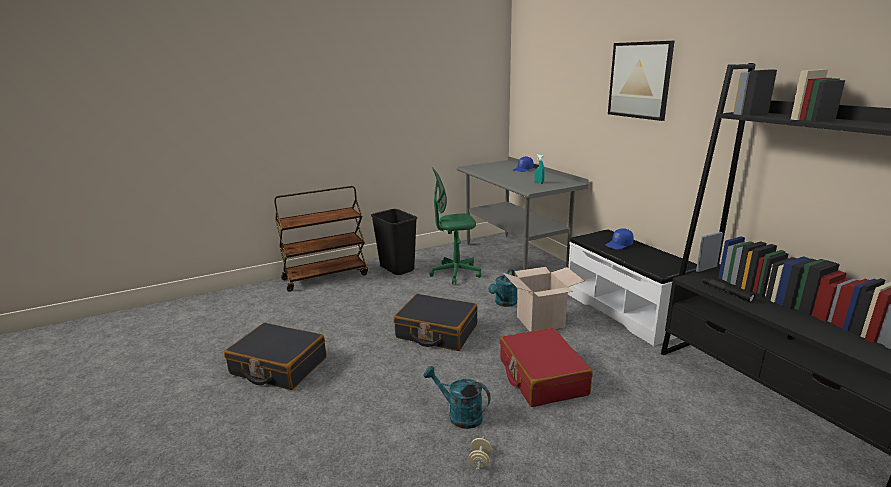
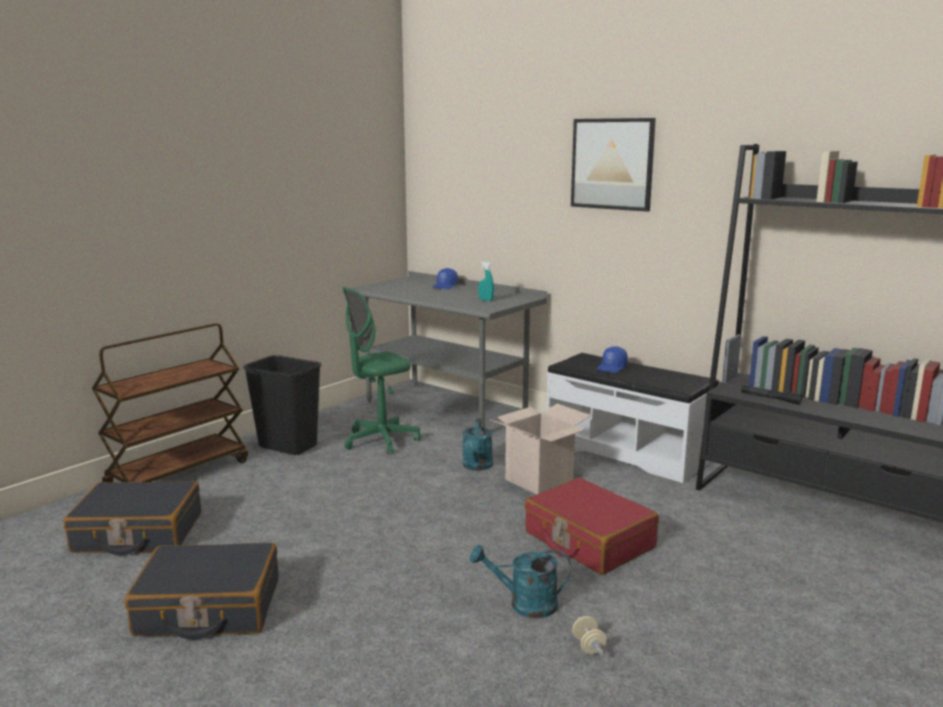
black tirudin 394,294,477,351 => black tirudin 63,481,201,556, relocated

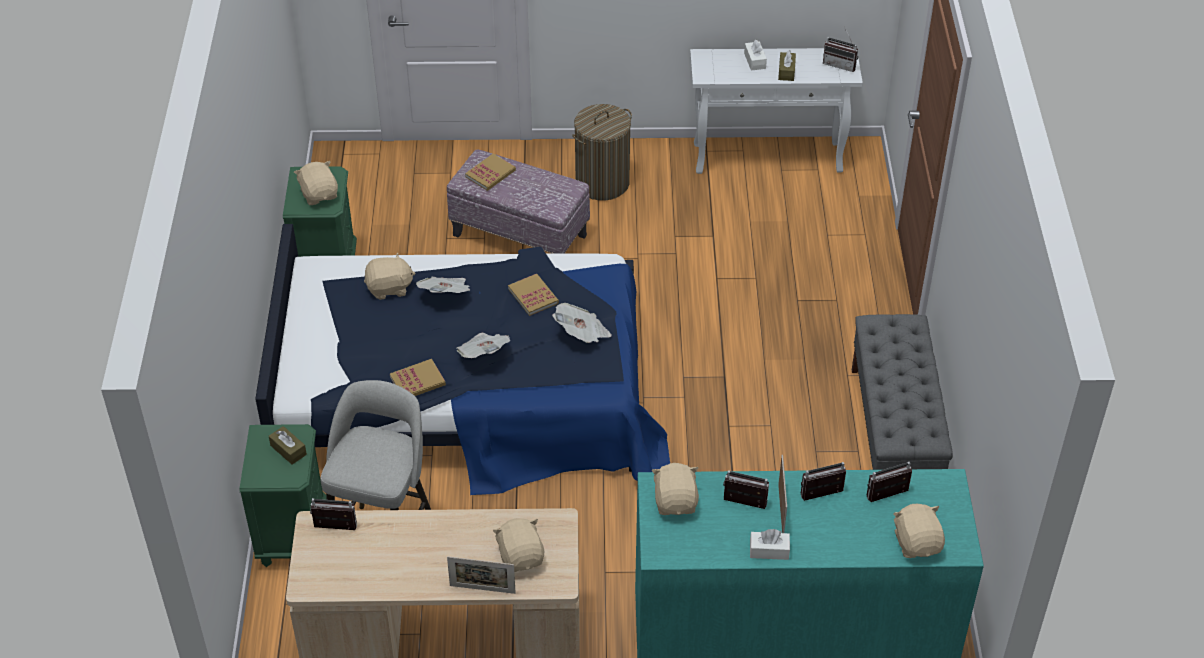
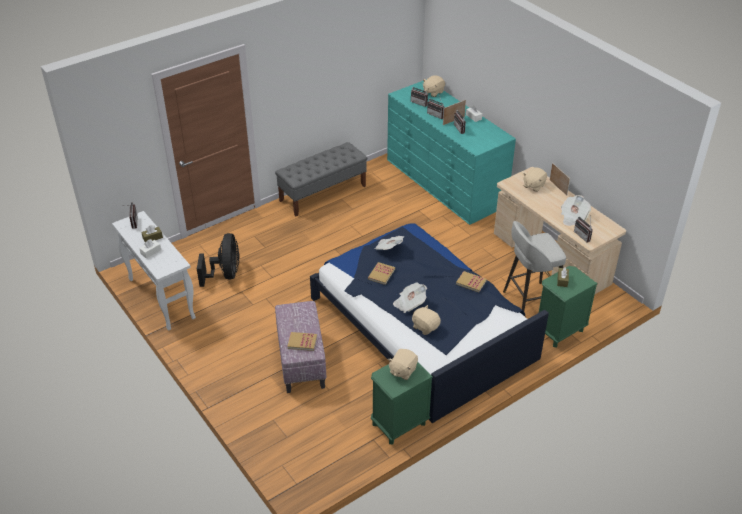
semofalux 572,104,632,200 => nothing
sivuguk 456,333,511,358 => sivuguk 561,195,591,226, relocated
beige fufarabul 651,463,699,515 => nothing
nothing => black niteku 197,233,240,287

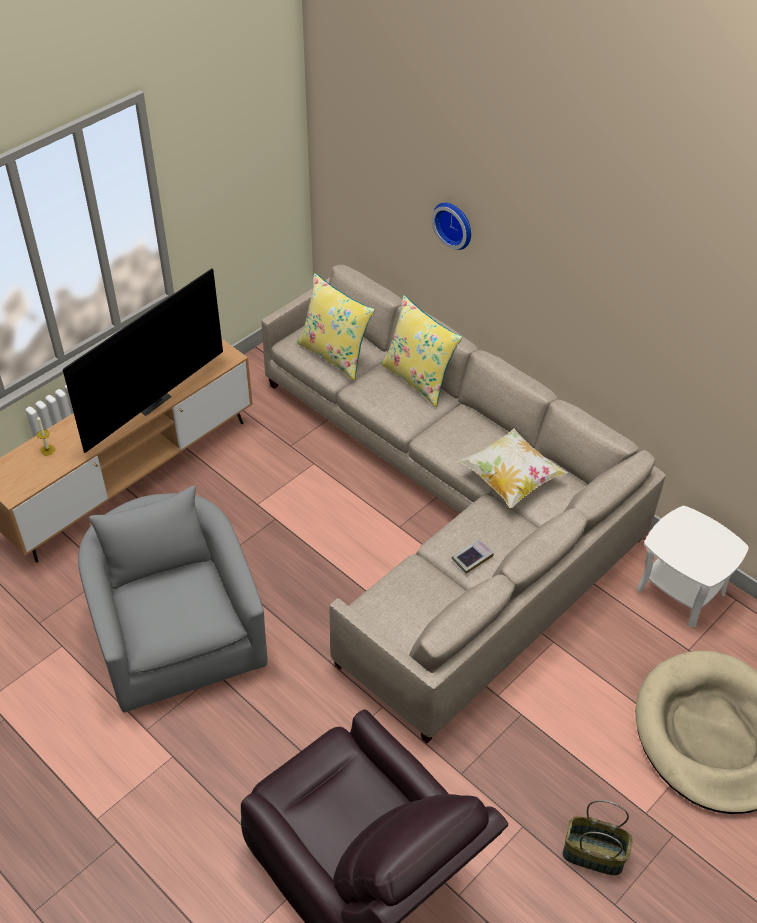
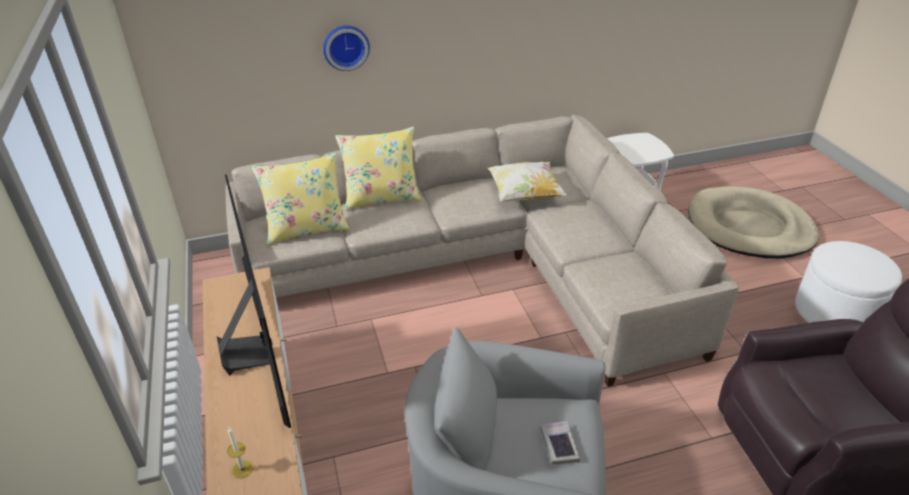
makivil 452,539,494,574 => makivil 540,421,580,465, relocated
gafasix 563,800,633,875 => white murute 795,241,902,323

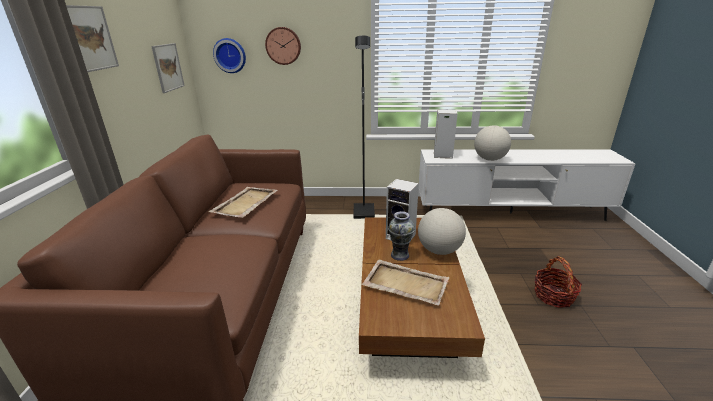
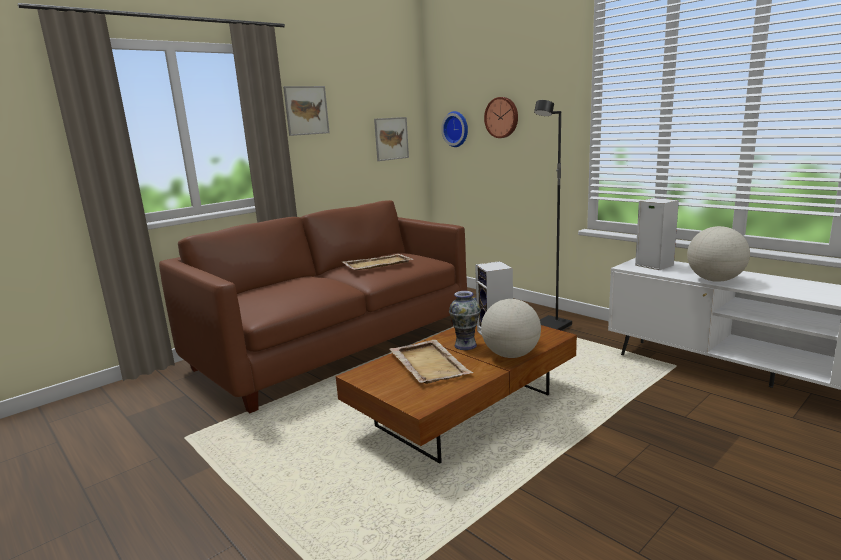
gafasix 534,256,582,308 => nothing

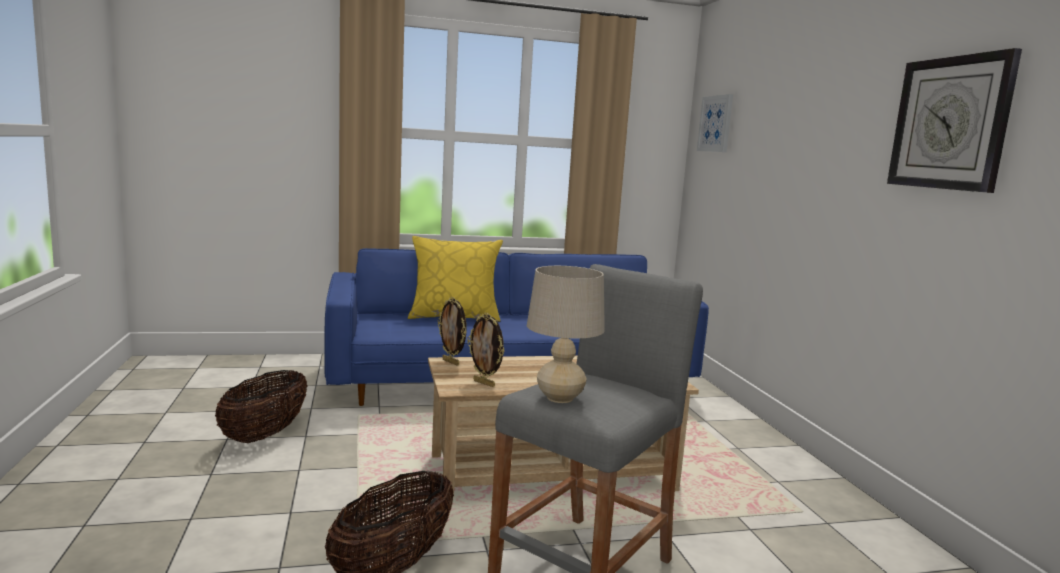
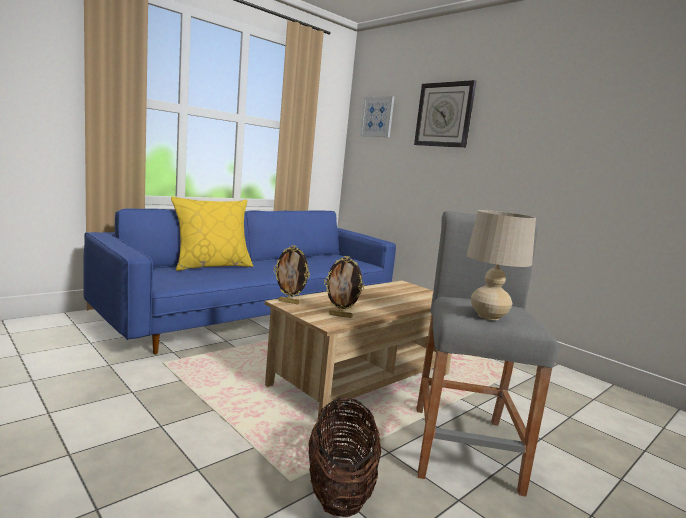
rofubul 887,48,1022,193 => rofubul 414,80,476,148, relocated
gafasix 215,370,307,443 => nothing

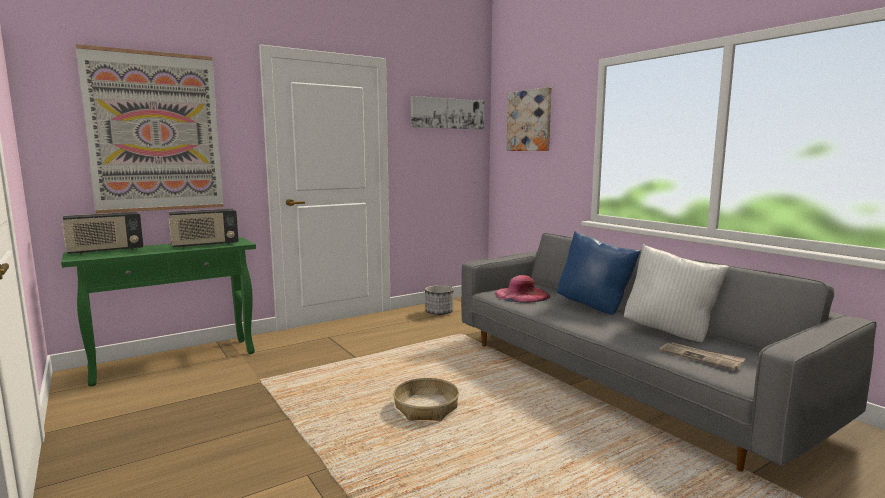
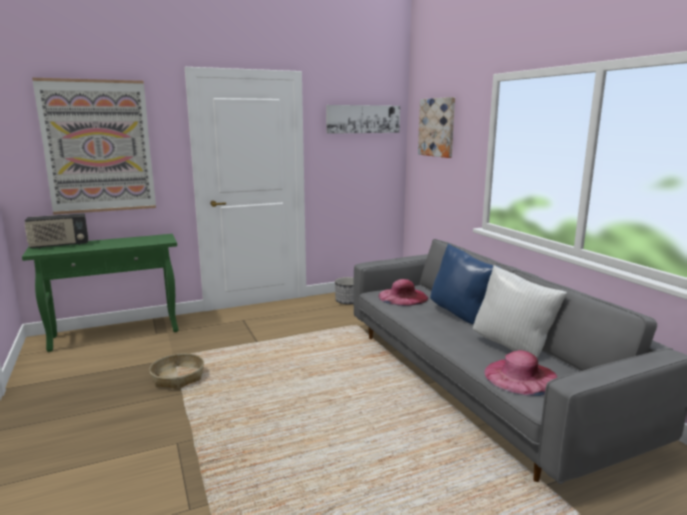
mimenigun 169,209,239,248 => nothing
sivuguk 659,343,746,370 => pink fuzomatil 484,350,557,396
gafasix 393,378,459,421 => gafasix 149,353,204,390, relocated

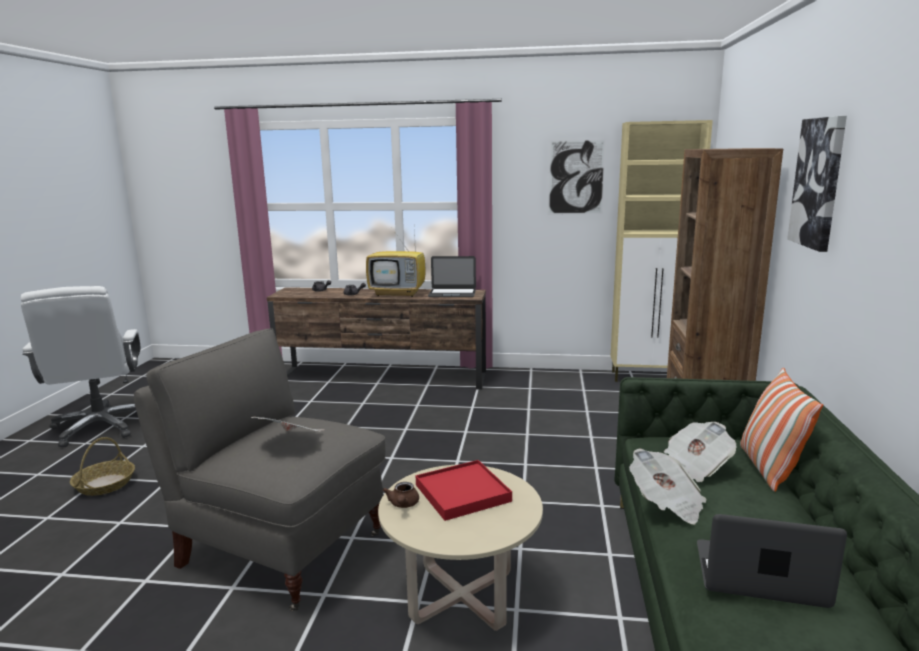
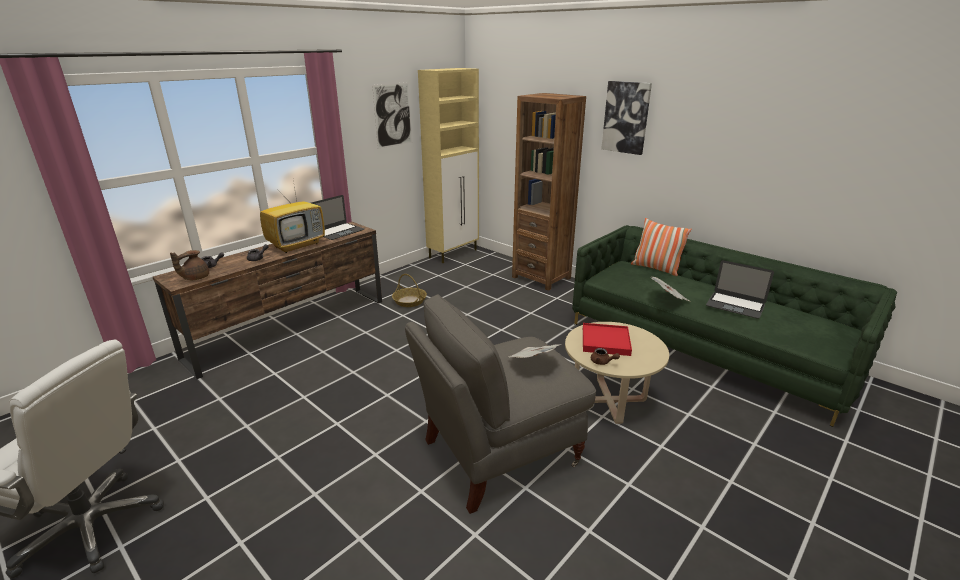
sivuguk 664,422,737,482 => nothing
gafasix 70,437,135,496 => gafasix 392,274,427,307, relocated
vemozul 697,514,847,608 => vemozul 706,260,774,319, 105 degrees counterclockwise
nothing => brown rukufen 170,250,209,280

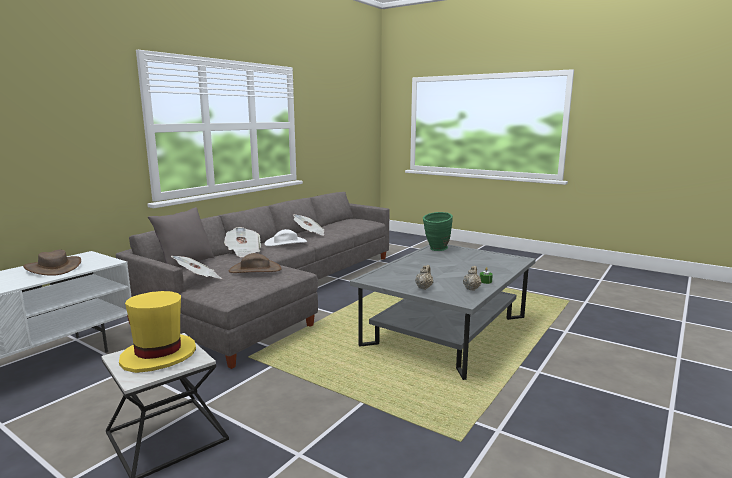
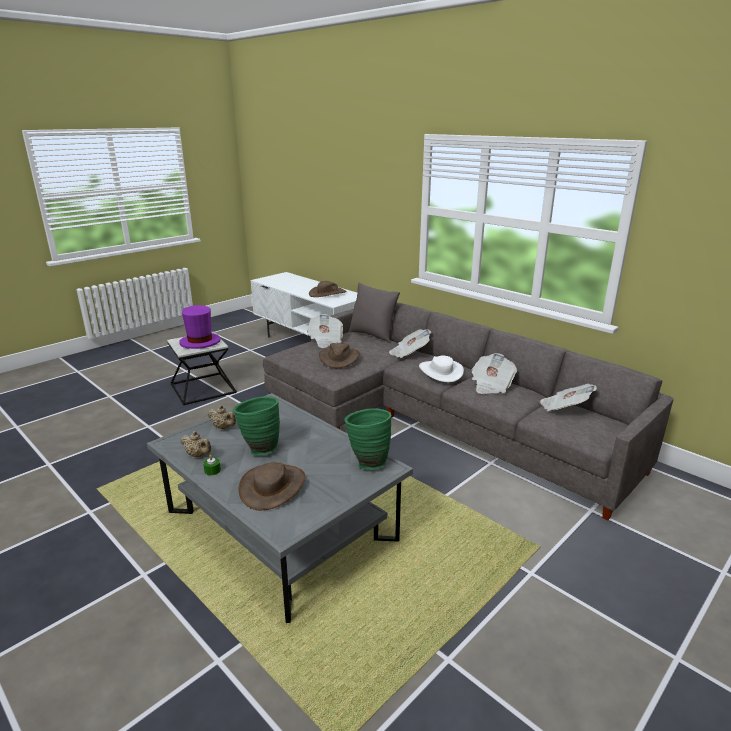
yellow fuzomatil 119,291,196,373 => purple fuzomatil 179,305,220,349
nothing => sivuguk 540,384,597,412
nothing => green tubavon 233,396,280,456
nothing => brown fuzomatil 239,462,305,511

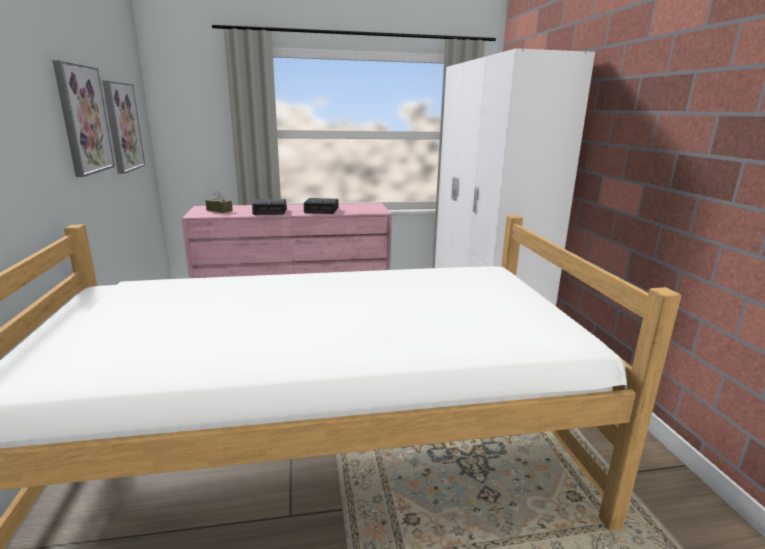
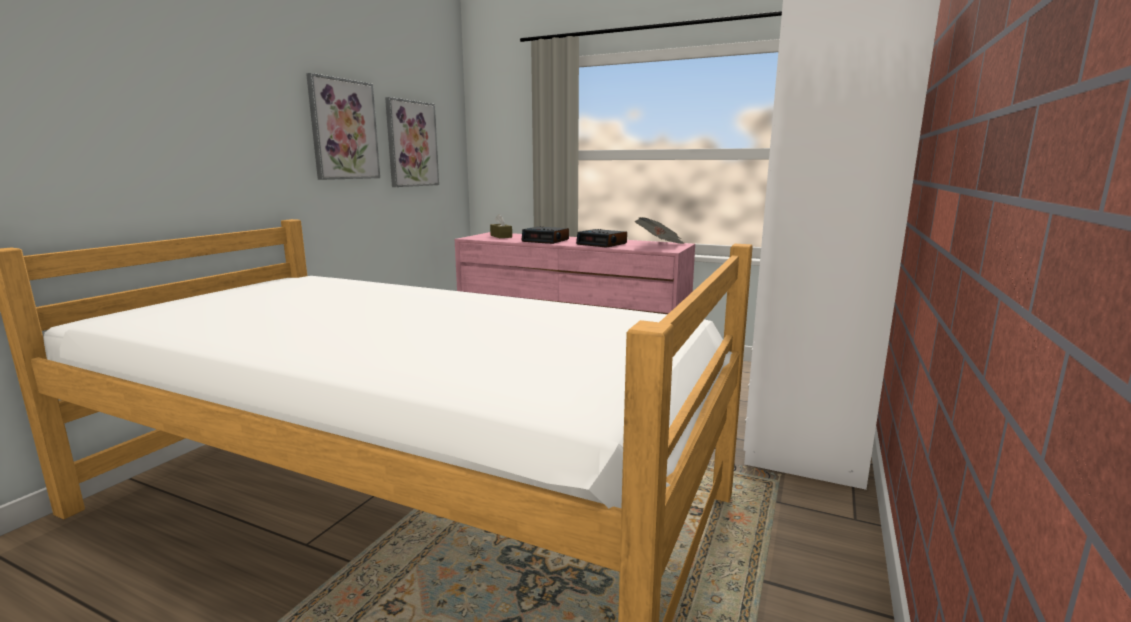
nothing => sivuguk 635,217,684,244

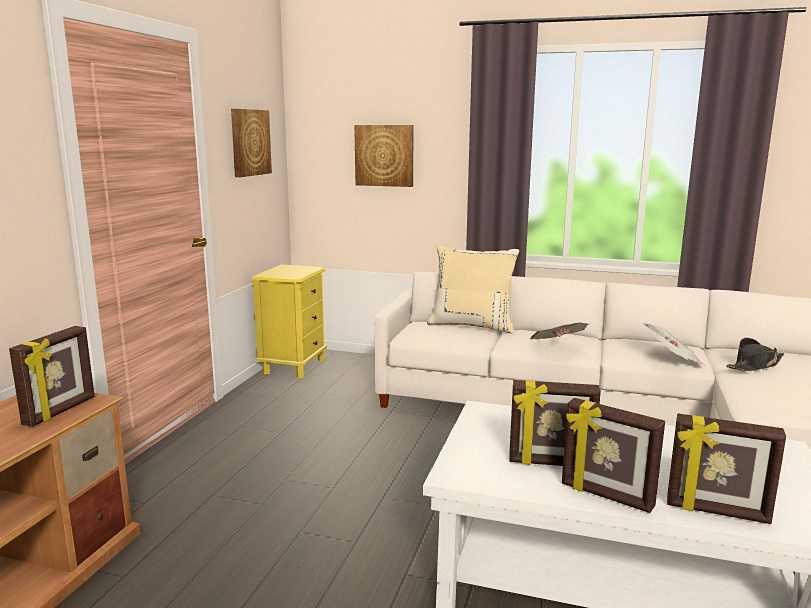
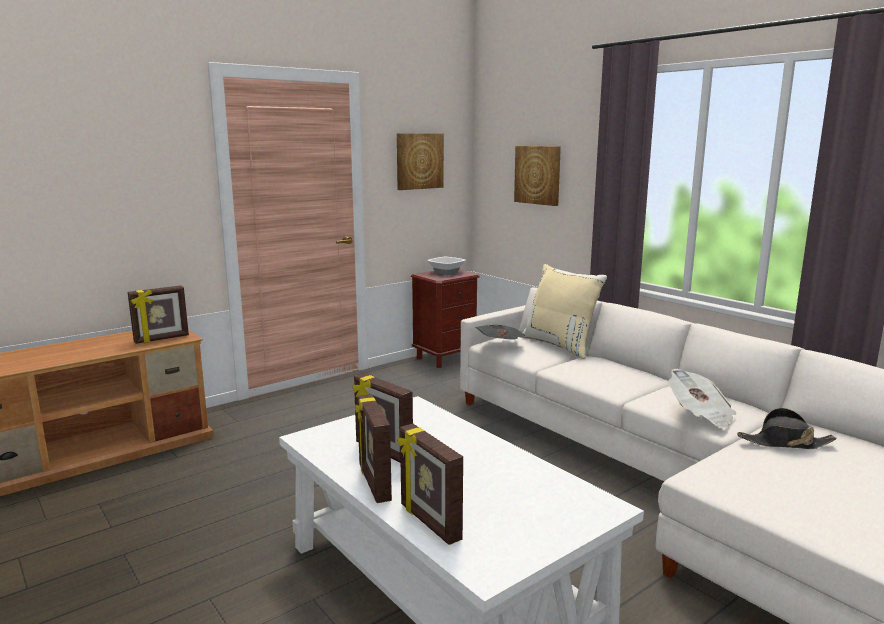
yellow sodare 252,264,327,379 => brown sodare 411,269,480,368
sivuguk 530,323,589,339 => sivuguk 475,325,525,340, relocated
nothing => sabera 427,257,466,275

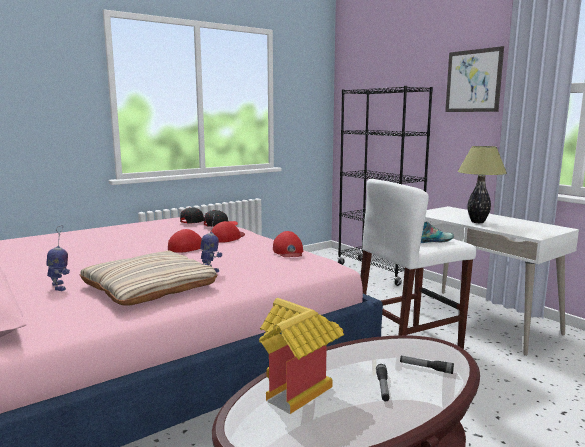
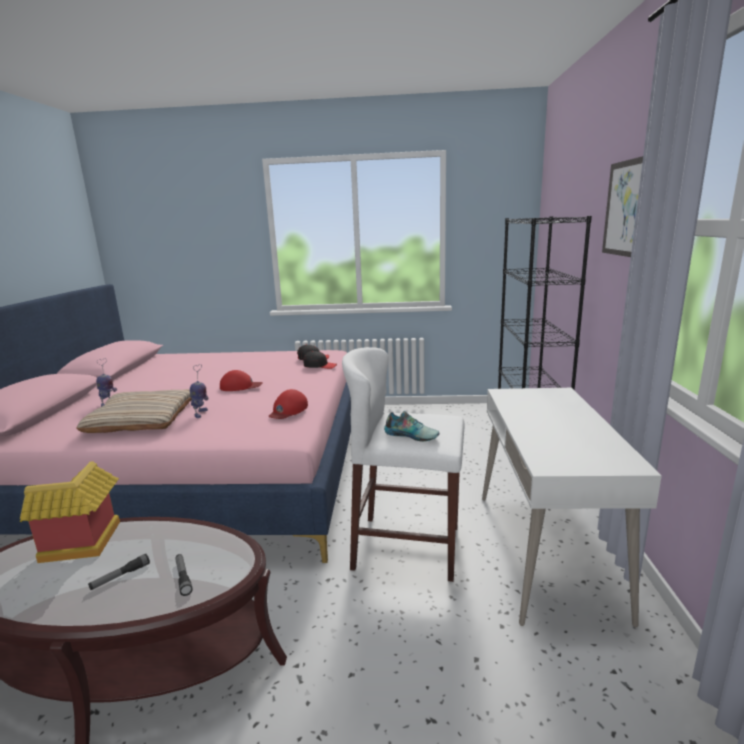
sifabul 458,146,507,223 => nothing
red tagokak 210,221,245,243 => nothing

